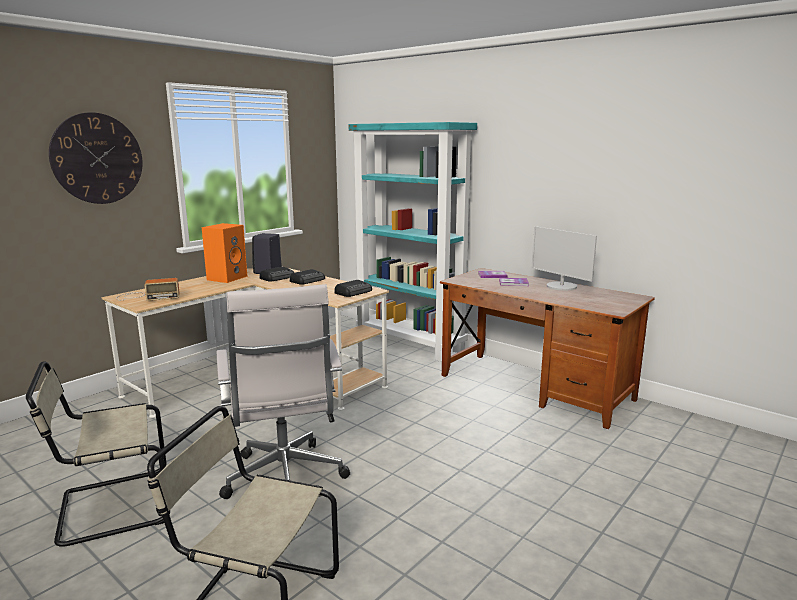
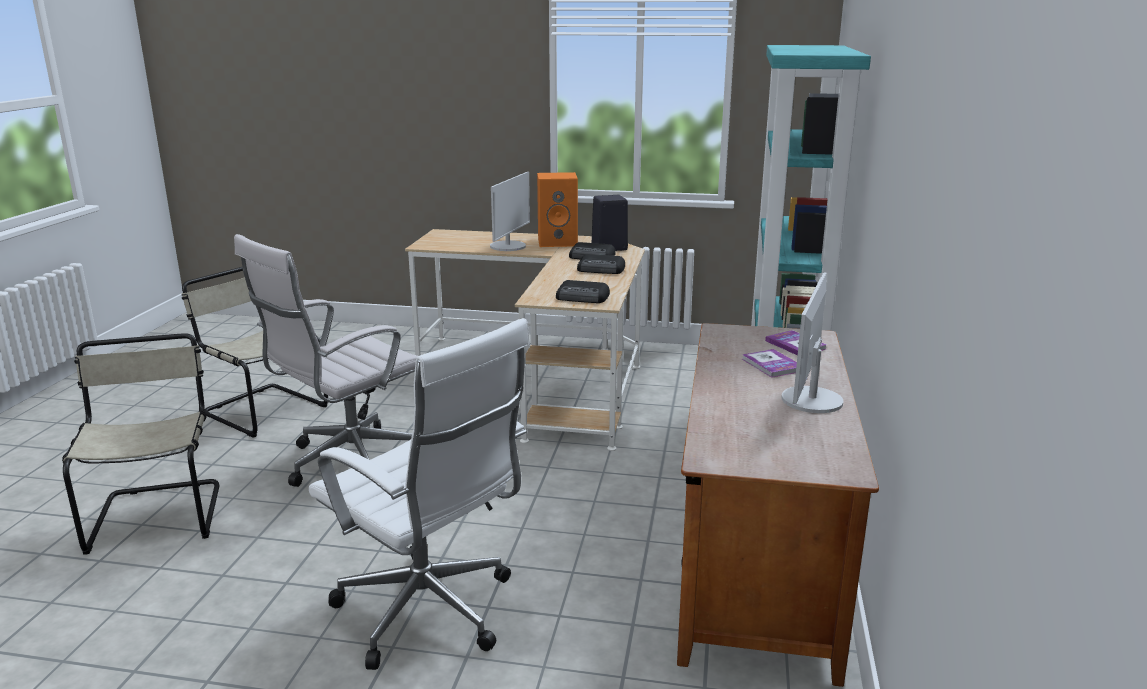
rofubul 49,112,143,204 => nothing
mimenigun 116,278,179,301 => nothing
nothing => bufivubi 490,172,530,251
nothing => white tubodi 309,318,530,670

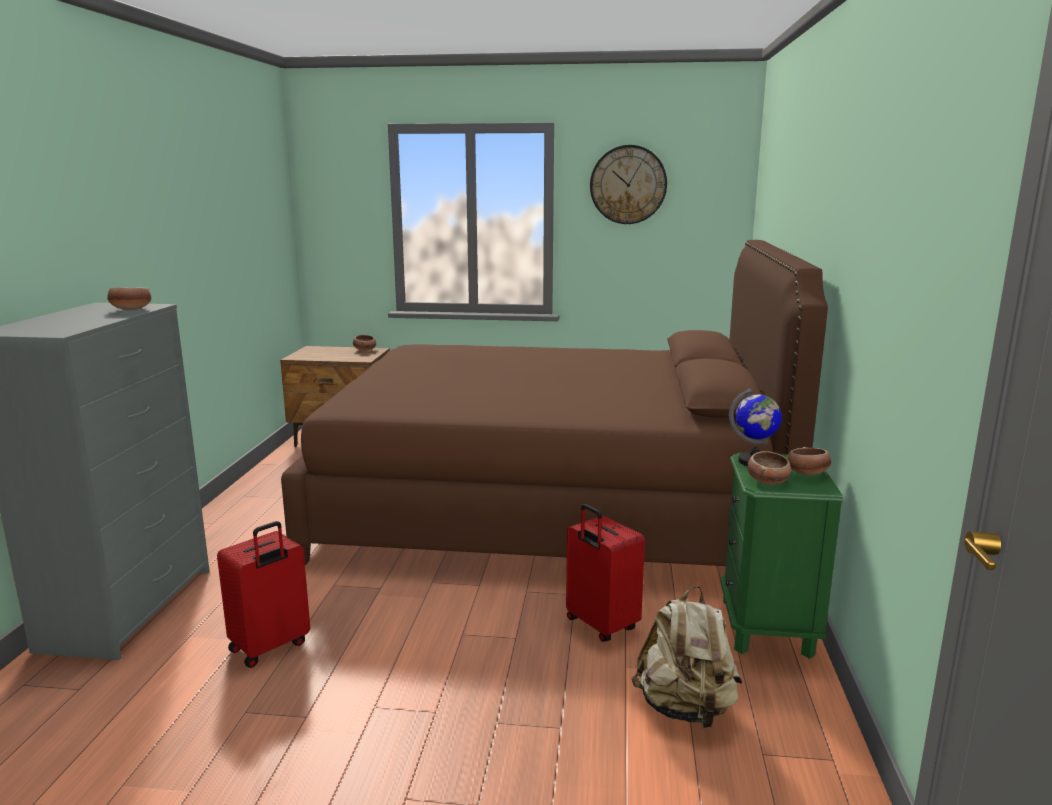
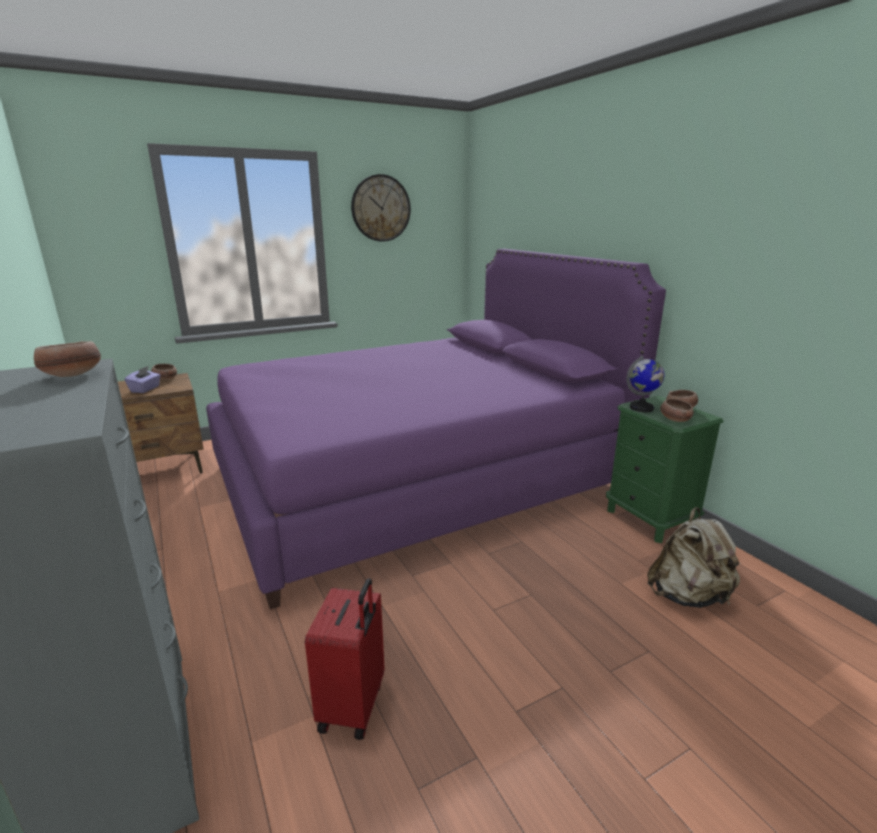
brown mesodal 281,240,828,566 => purple mesodal 206,249,666,609
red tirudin 566,504,645,642 => nothing
nothing => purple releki 125,366,161,393

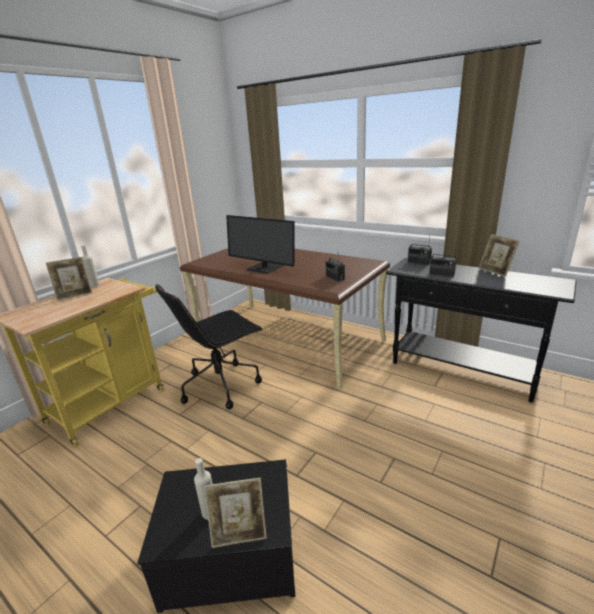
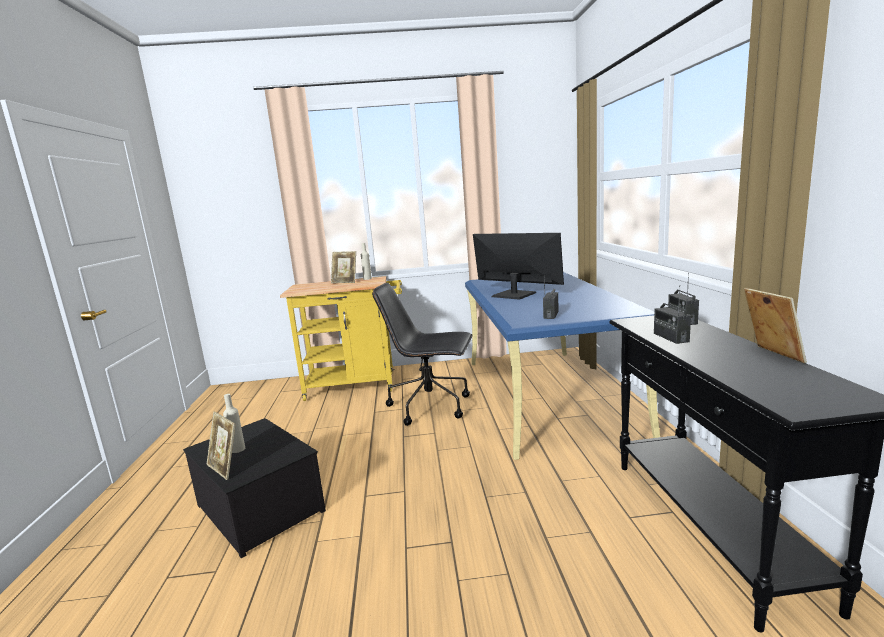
bufivubi 226,215,294,274 => bufivubi 473,233,564,300, 135 degrees clockwise
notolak 478,234,520,277 => notolak 744,288,807,363, 150 degrees clockwise
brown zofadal 180,248,390,390 => blue zofadal 465,272,660,460

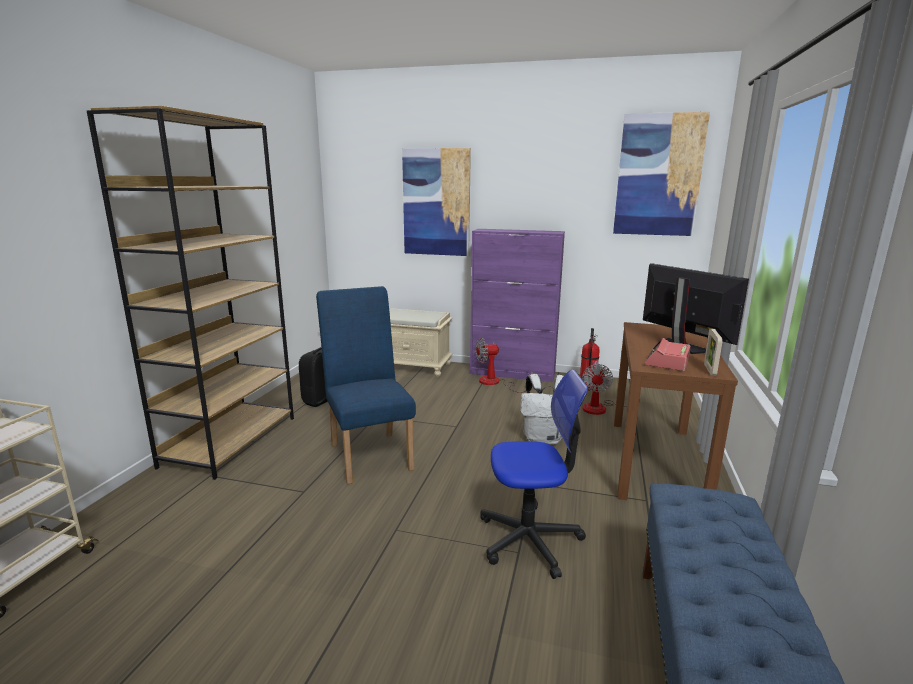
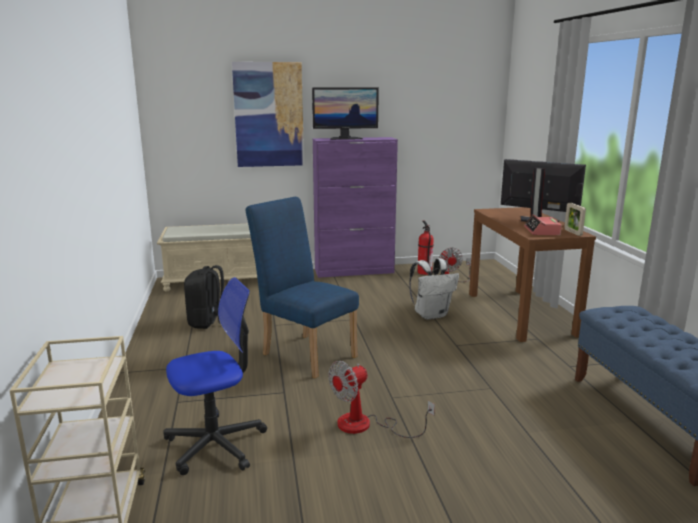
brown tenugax 87,106,294,480 => nothing
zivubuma 613,112,710,236 => nothing
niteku 476,338,533,393 => niteku 328,361,435,438, relocated
tubodi 480,370,588,579 => tubodi 163,277,267,475, relocated
nothing => bufivubi 312,87,379,140

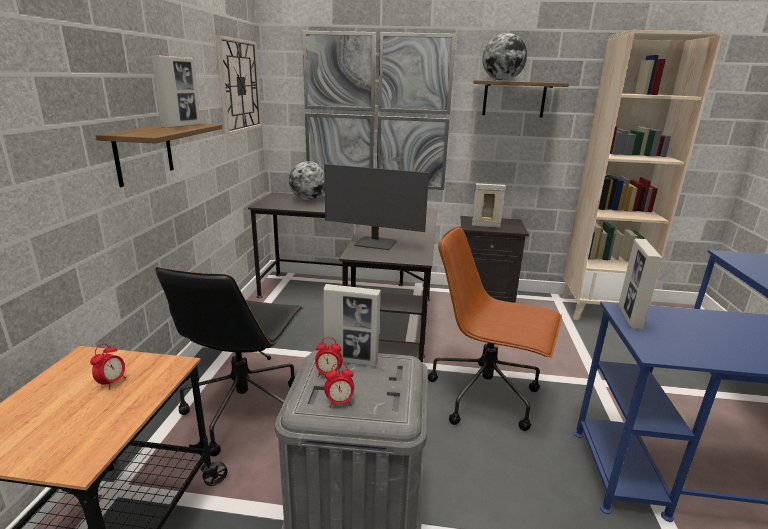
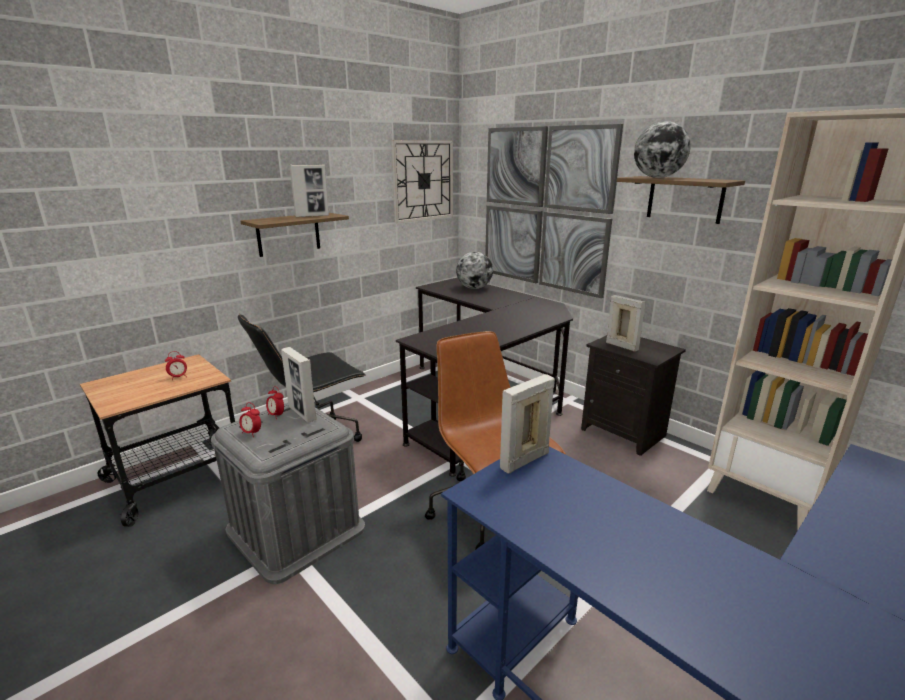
bufivubi 324,164,429,250 => nothing

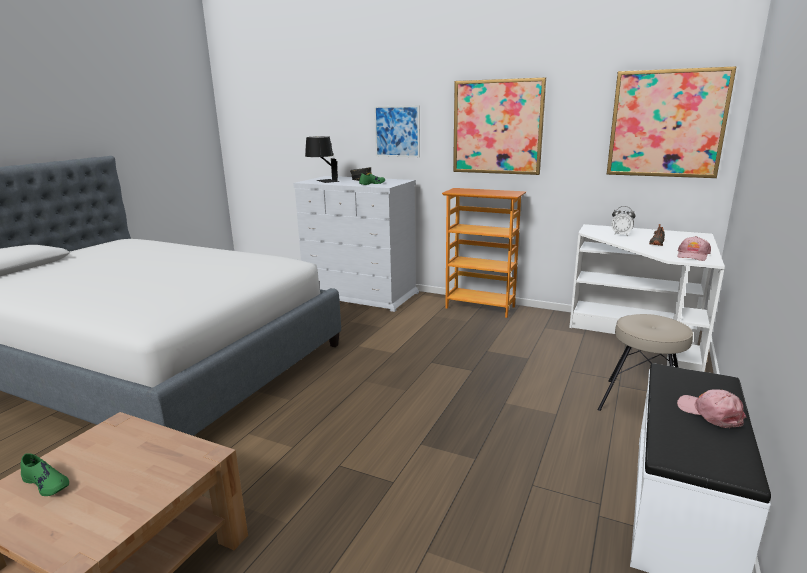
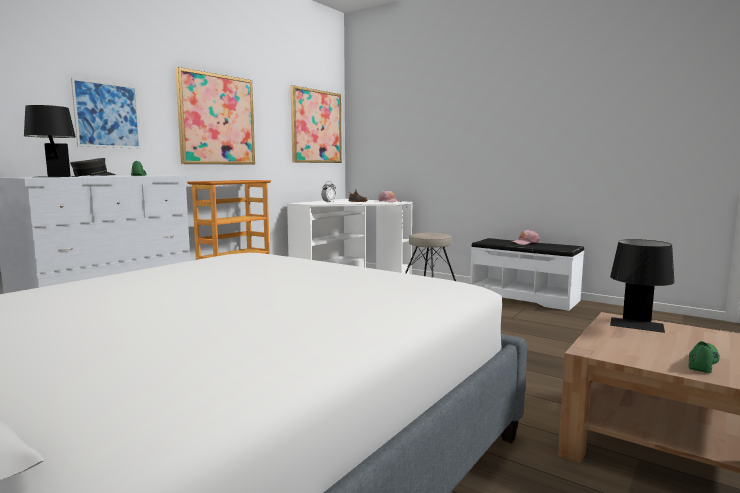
nothing => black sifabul 610,239,675,333

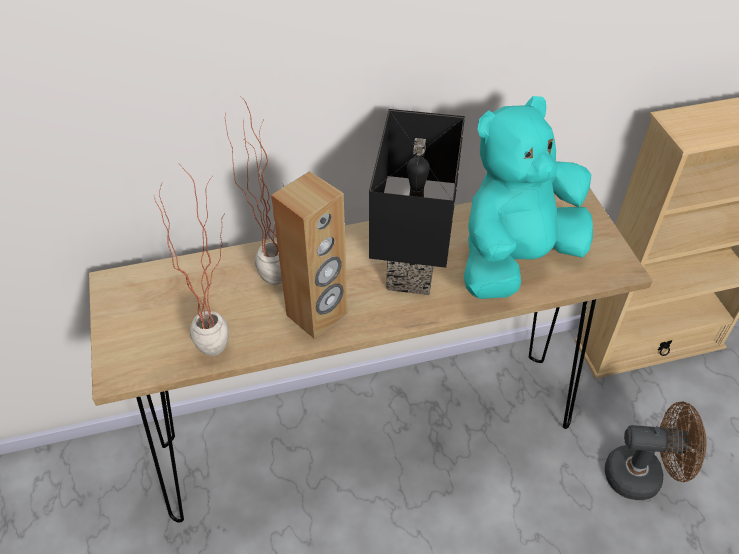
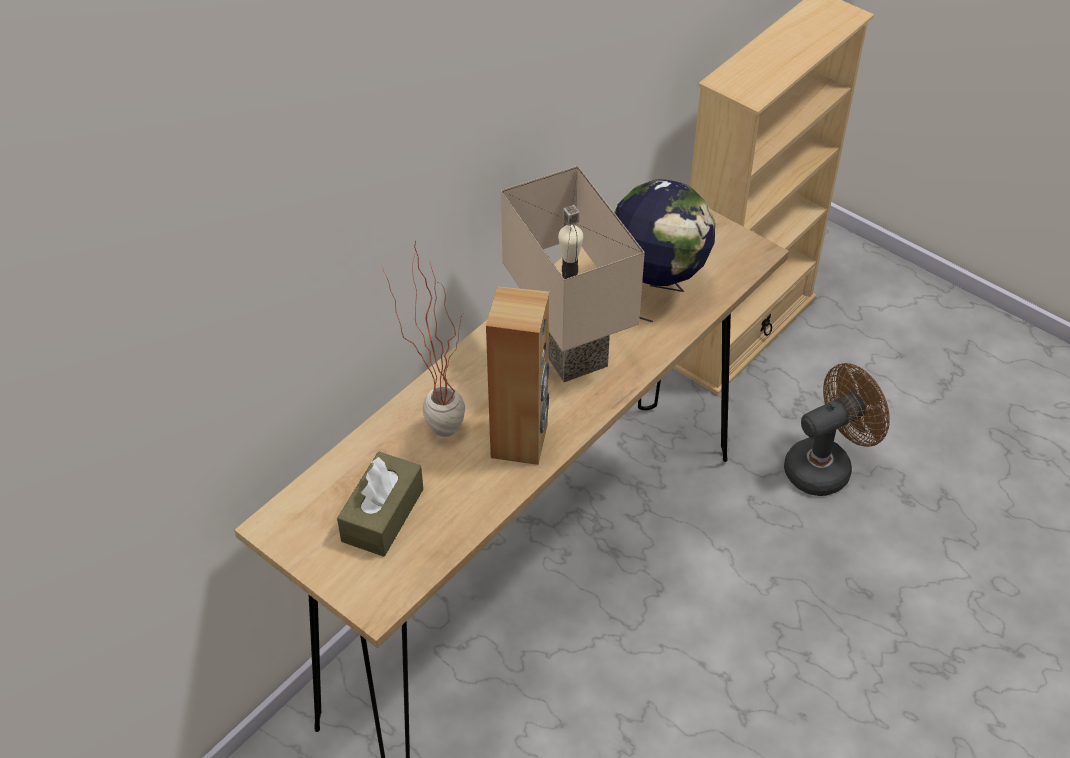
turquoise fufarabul 464,96,593,299 => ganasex 614,179,715,322
black sifabul 369,109,465,295 => beige sifabul 501,166,645,382
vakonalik 153,165,229,356 => nothing
nothing => brown releki 337,452,423,557

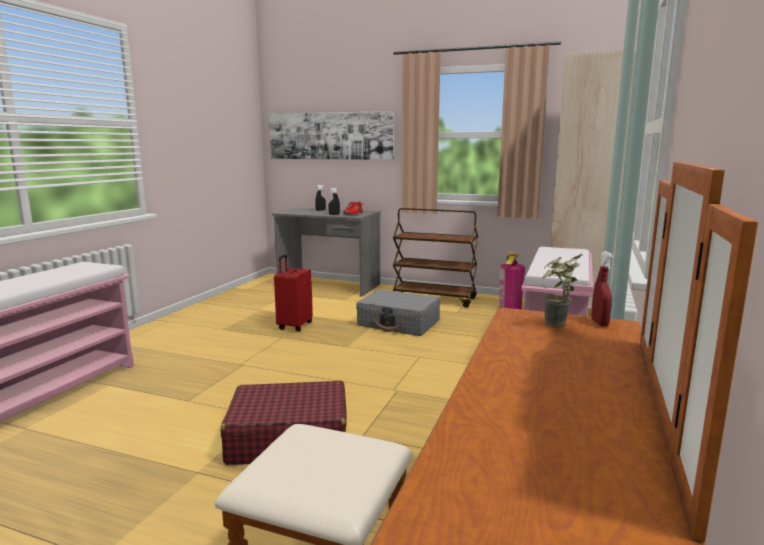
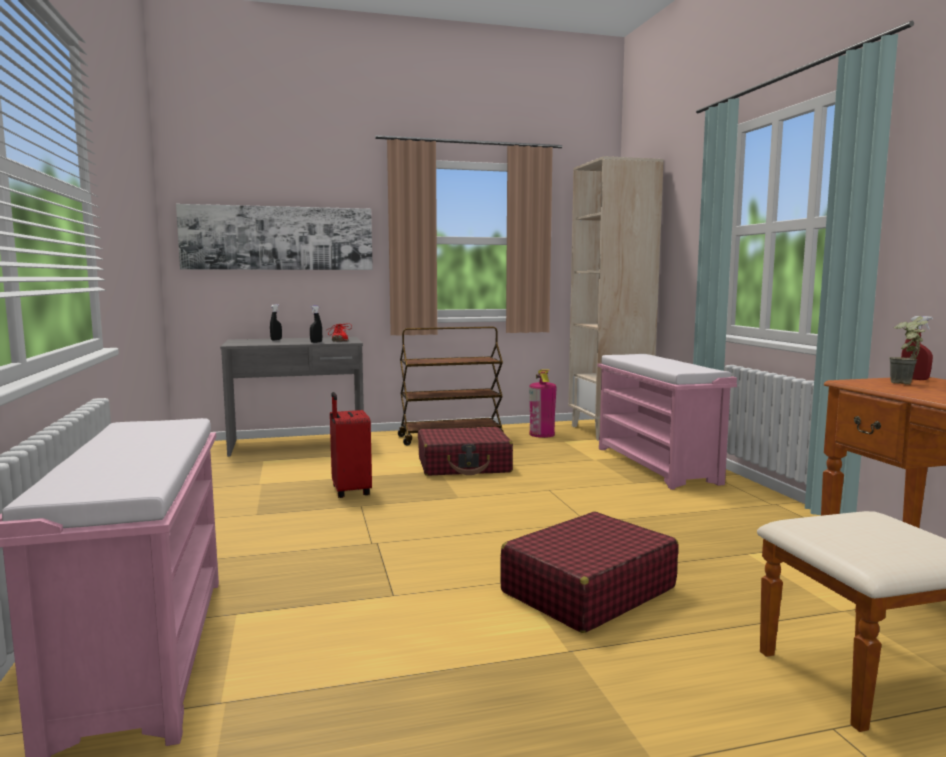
grey tirudin 356,289,440,336 => red tirudin 418,427,513,476

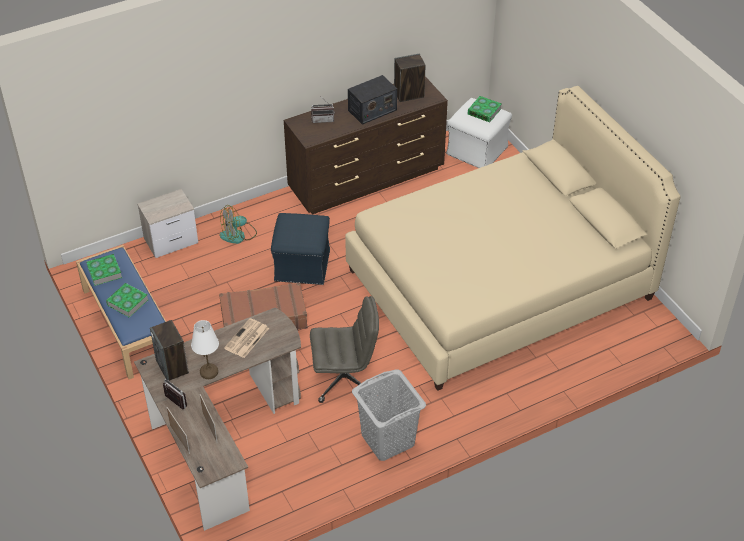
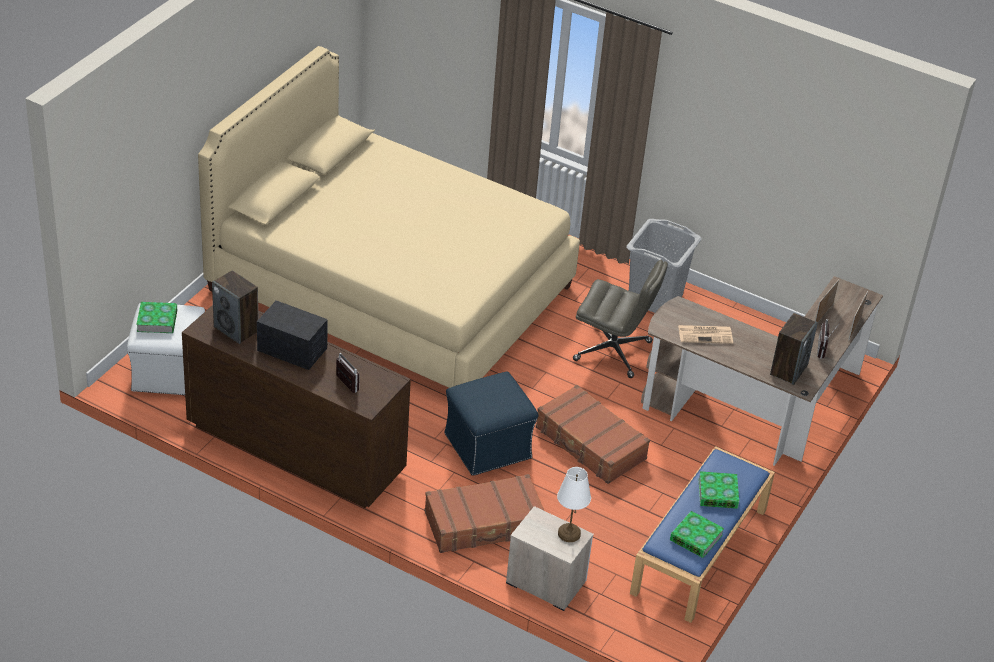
niteku 220,205,257,244 => brown tirudin 424,474,544,553
grey tubodi 310,296,379,403 => grey tubodi 573,260,668,378, 150 degrees clockwise
white sifabul 191,320,219,379 => white sifabul 557,467,591,542, relocated

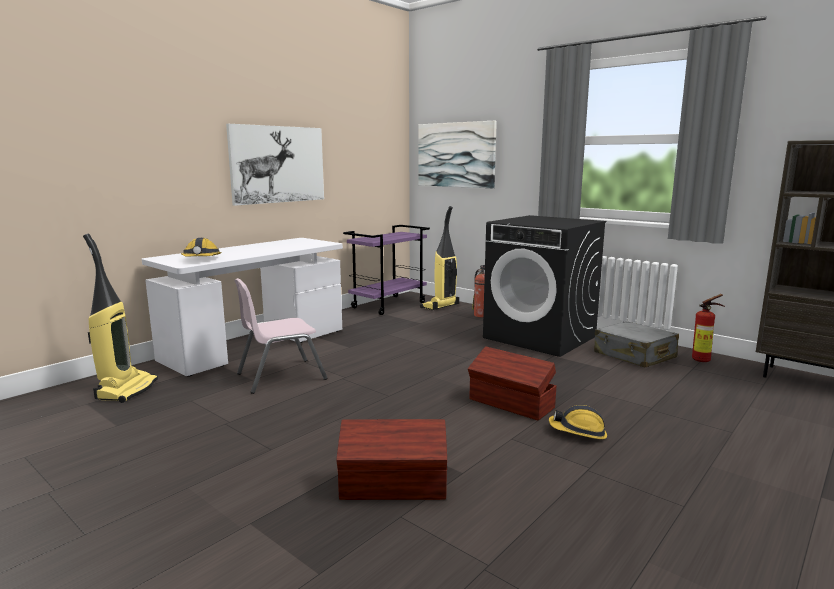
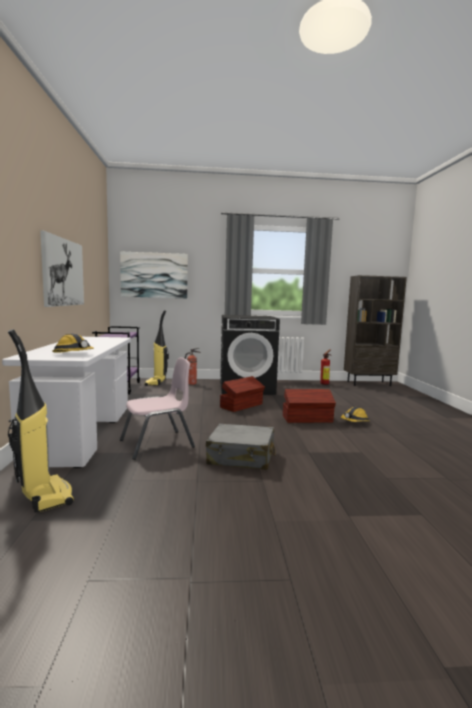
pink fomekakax 234,278,327,394 => pink fomekakax 120,358,195,460, 135 degrees counterclockwise
grey tirudin 594,321,679,368 => grey tirudin 206,424,276,470, relocated
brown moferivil 337,419,447,500 => brown moferivil 220,376,265,412, relocated

